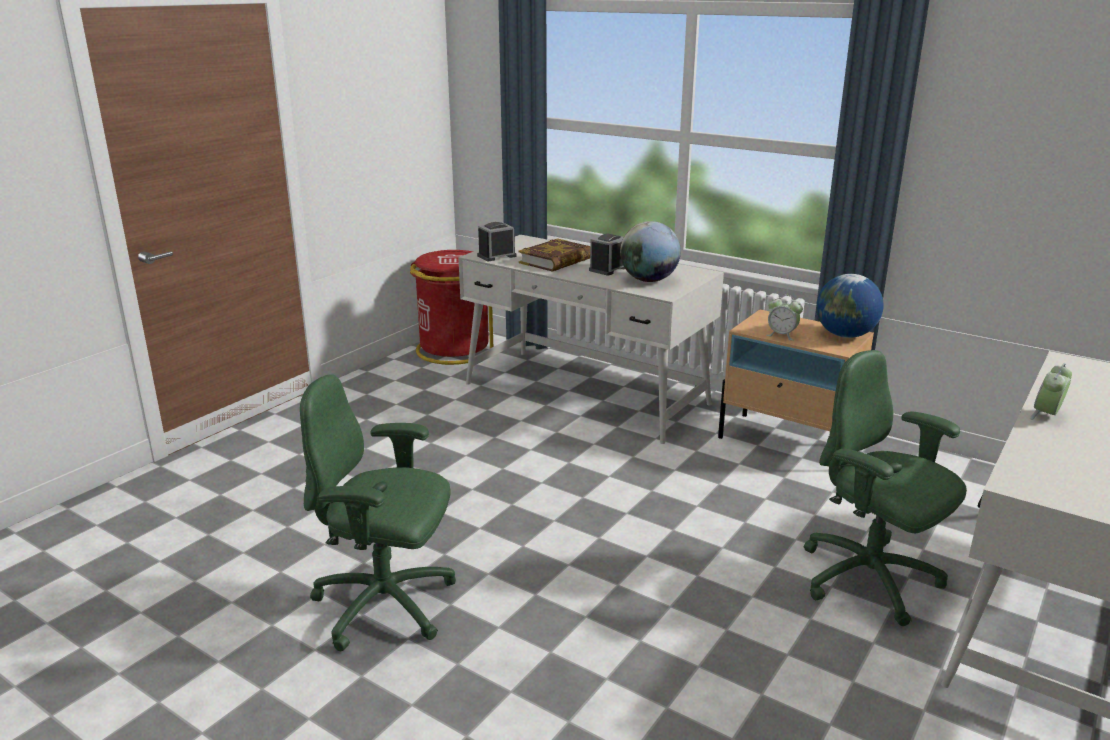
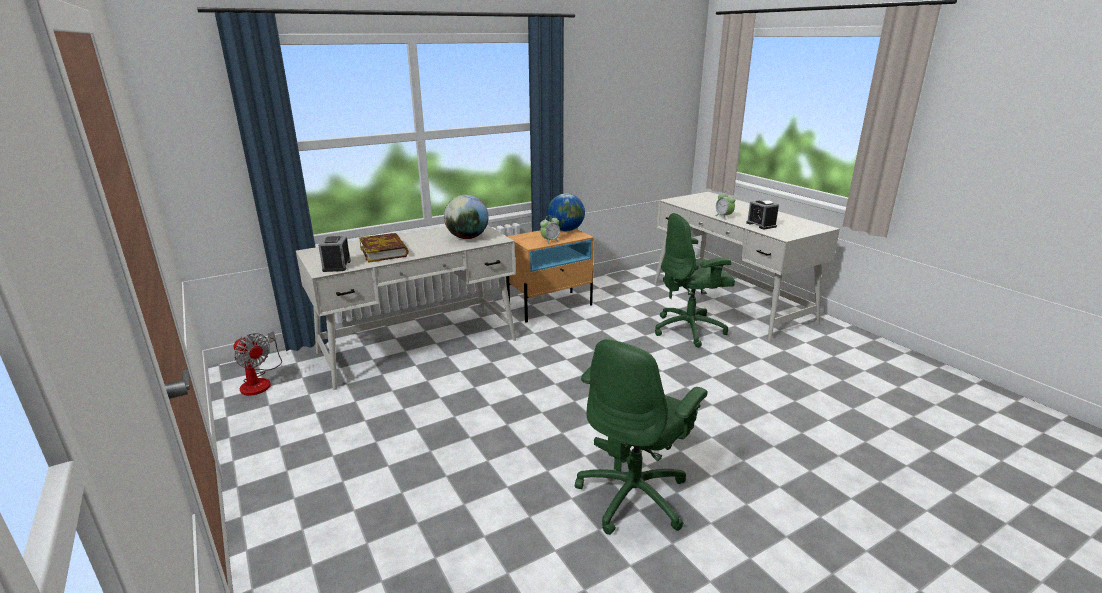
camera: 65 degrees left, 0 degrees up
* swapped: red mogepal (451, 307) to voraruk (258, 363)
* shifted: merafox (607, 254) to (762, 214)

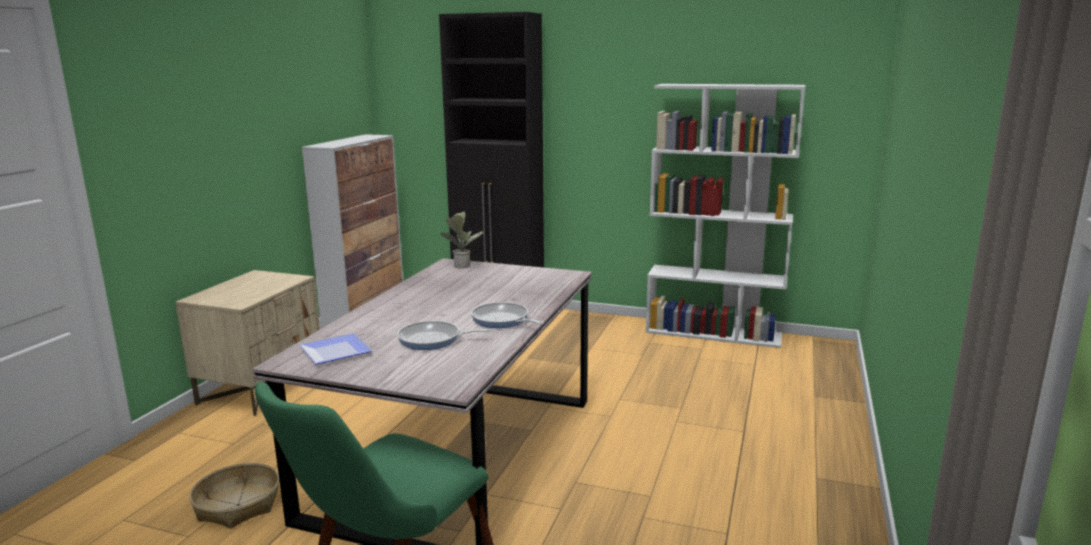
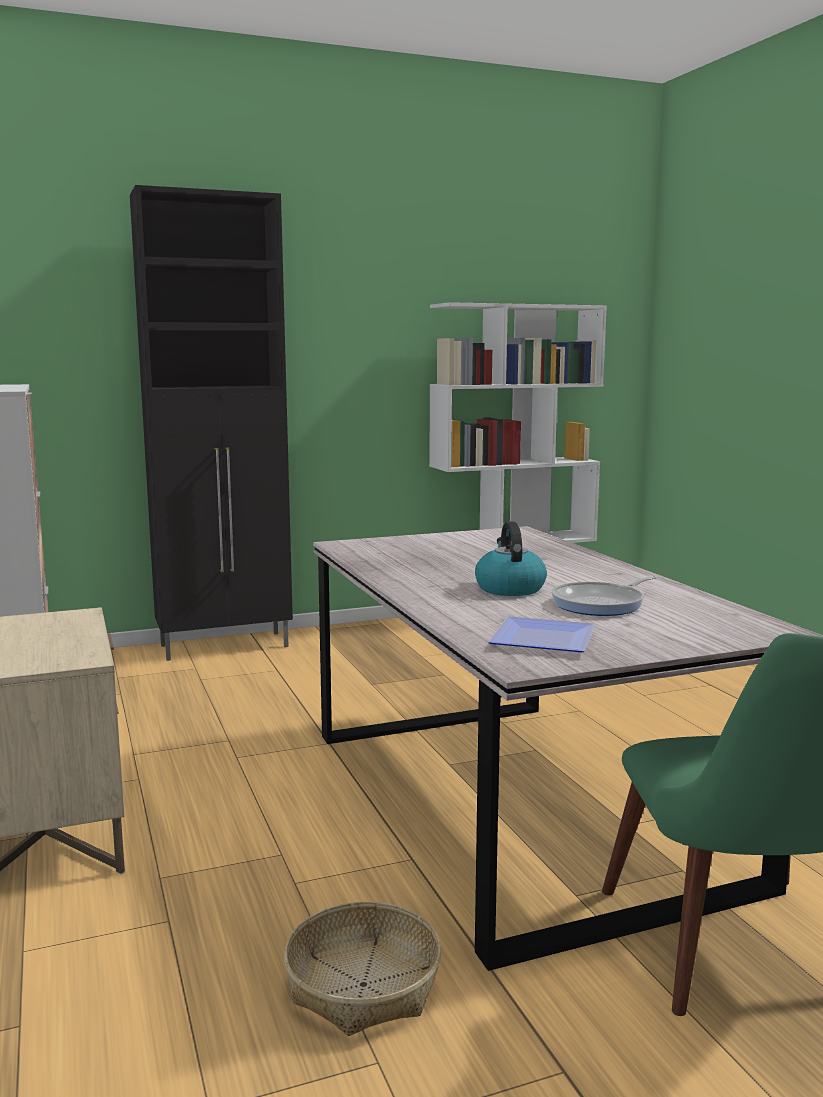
camera: 40 degrees left, 5 degrees down
* gone: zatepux (462, 240)
* gone: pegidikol (507, 315)
* new: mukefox (511, 558)

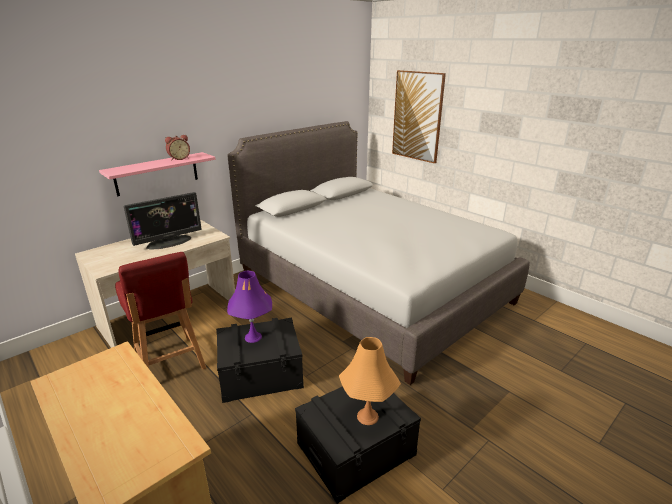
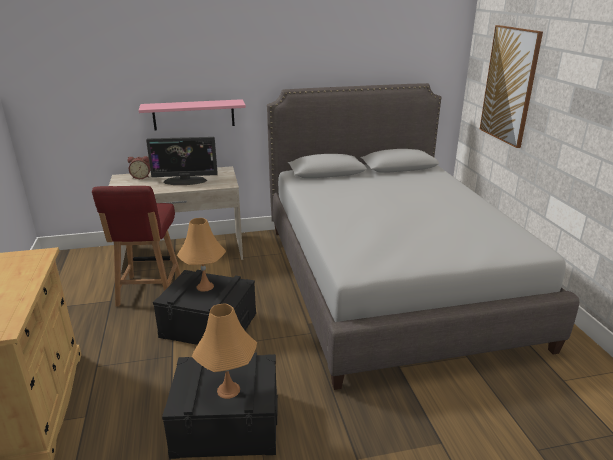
camera: 30 degrees right, 0 degrees up
* shifted: merafox (177, 148) to (139, 167)
* repainted: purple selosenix (249, 307) to orange selosenix (201, 255)

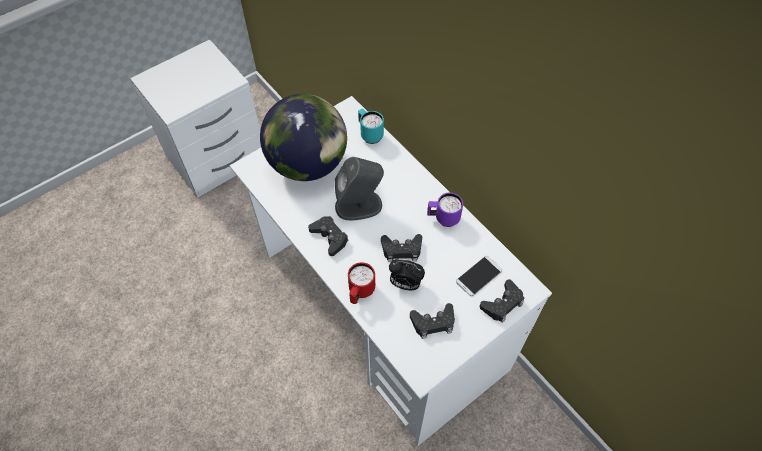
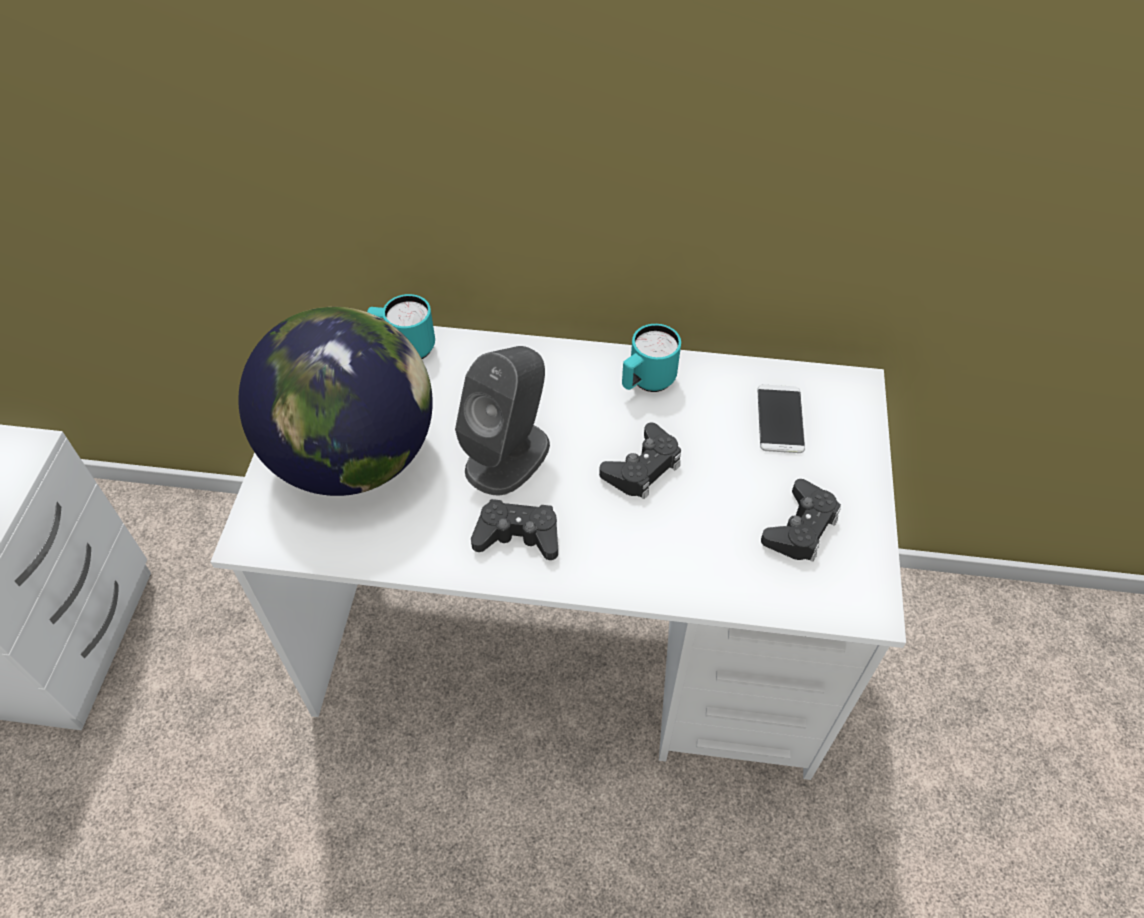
camera: 45 degrees left, 5 degrees down
* gone: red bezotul (361, 283)
* gone: merafox (407, 274)
* repainted: purple bezotul (445, 210) to turquoise bezotul (651, 358)
* gone: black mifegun (502, 301)

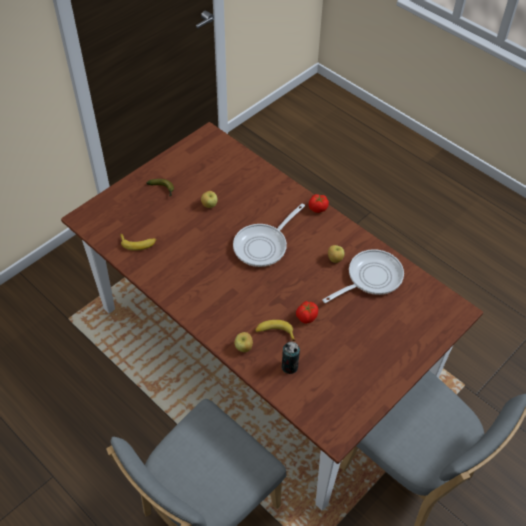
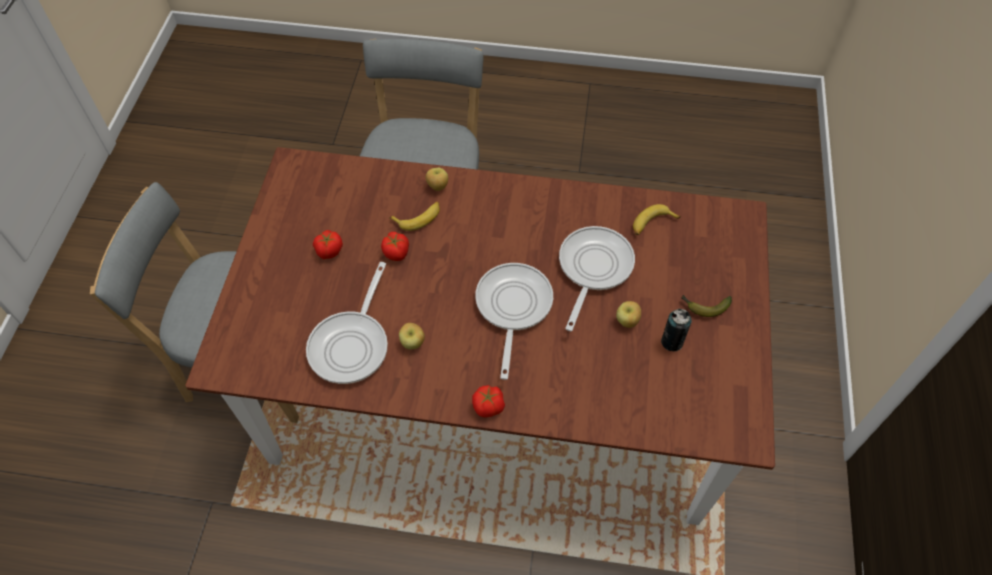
camera: 145 degrees right, 5 degrees up
* shifted: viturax (291, 357) to (676, 330)
* new: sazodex (328, 244)
* new: pegidikol (597, 278)

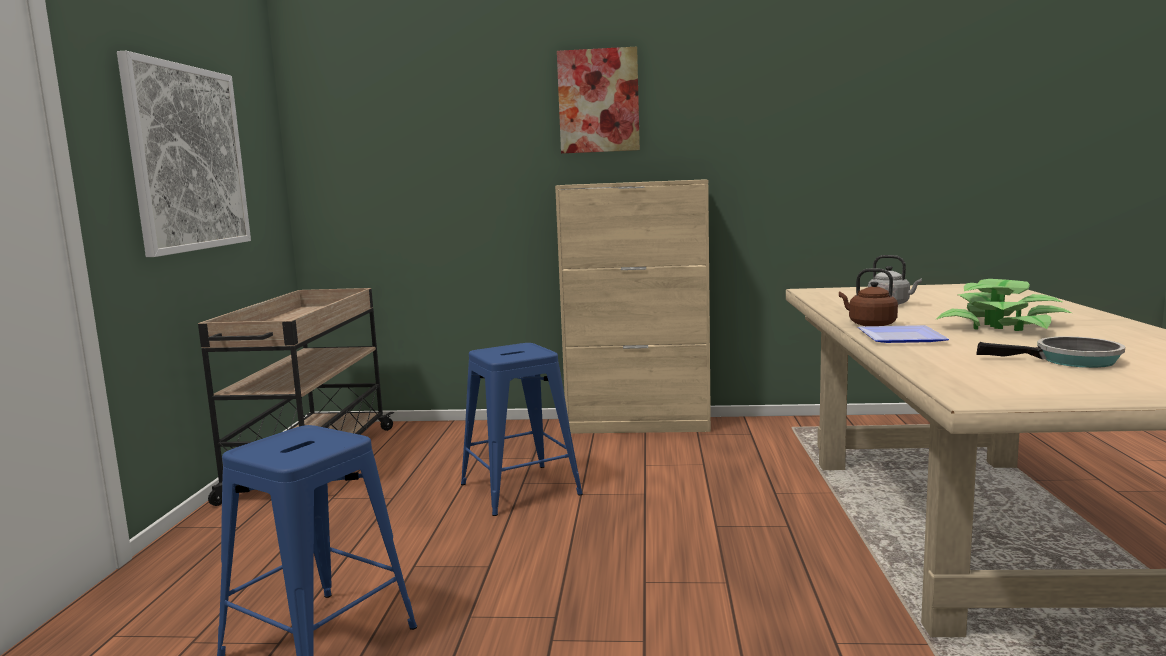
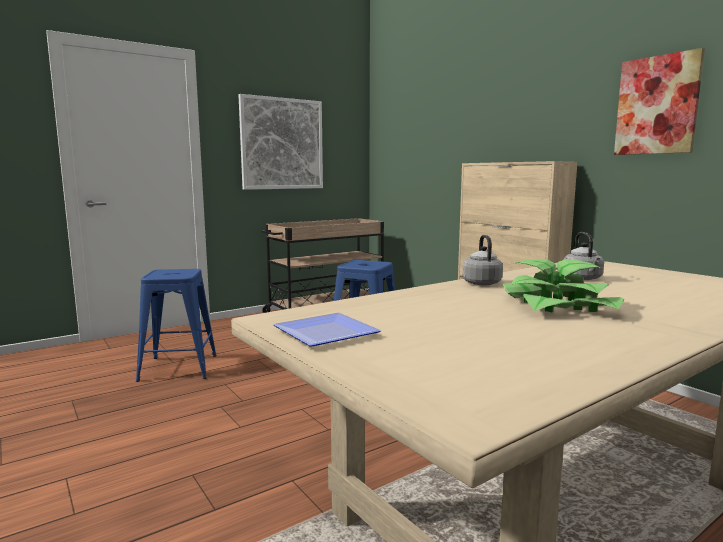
camera: 50 degrees right, 0 degrees up
* shifted: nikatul (598, 100) to (659, 101)
* repainted: brown mukefox (868, 297) to grey mukefox (482, 260)
* shifted: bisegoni (903, 334) to (327, 330)
* gone: pegidikol (1050, 352)

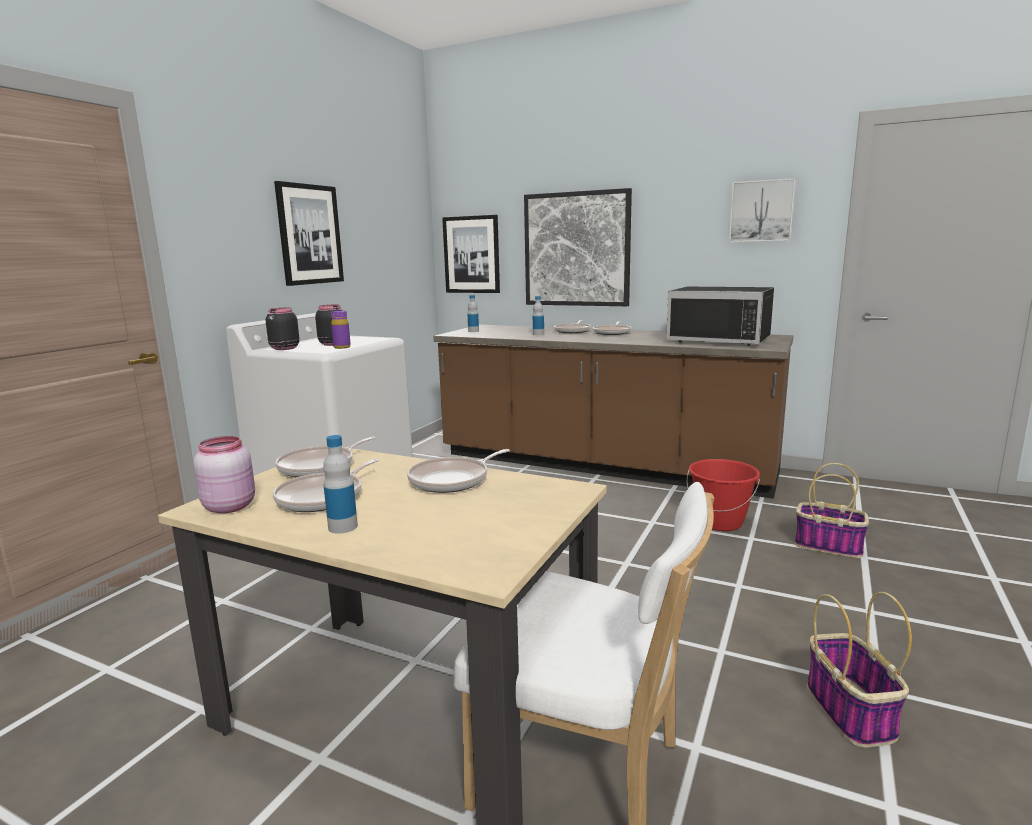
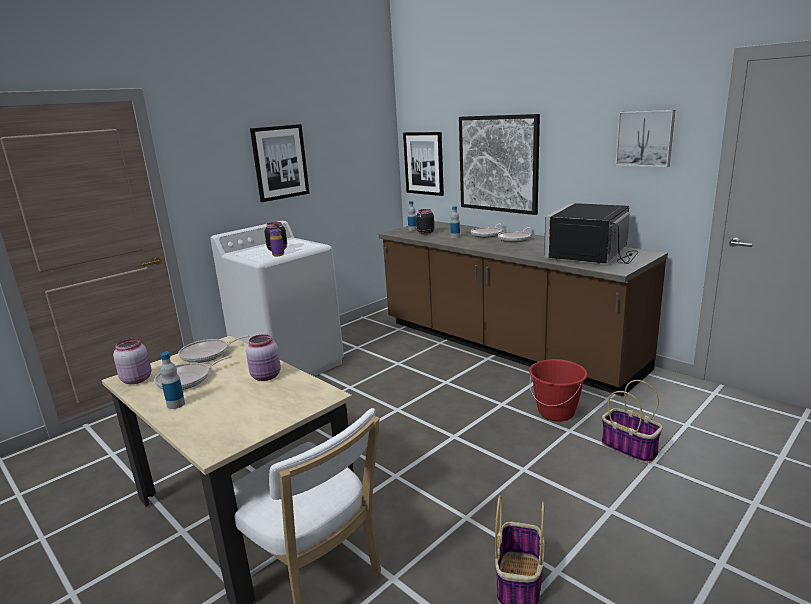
camera: 20 degrees right, 5 degrees up
* shifted: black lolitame (283, 329) to (425, 222)
* swapped: pegidikol (458, 471) to pink lolitame (263, 357)
* rotated: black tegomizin (720, 316) = (591, 233) 75 degrees clockwise

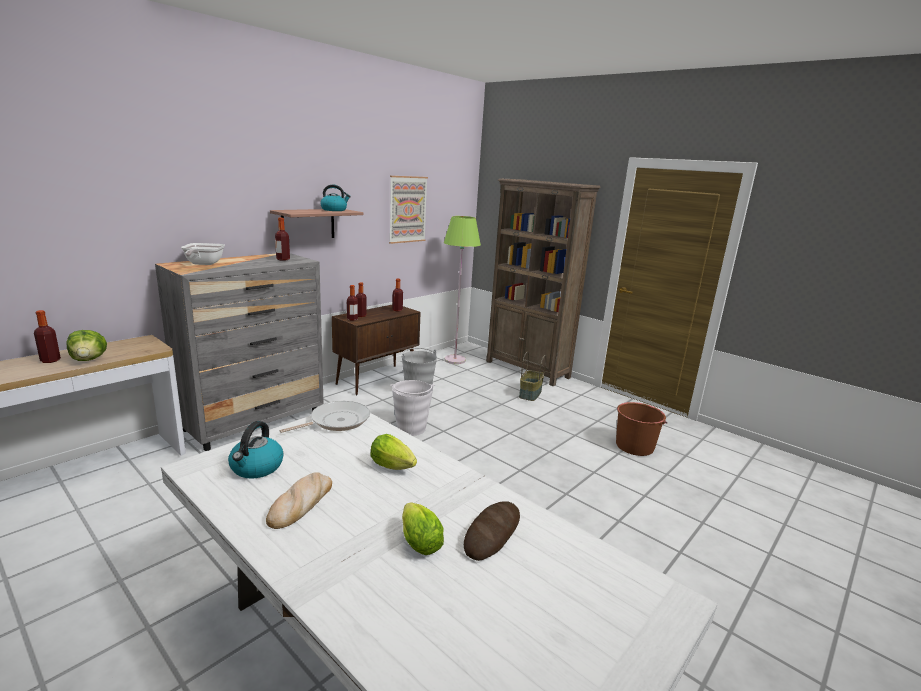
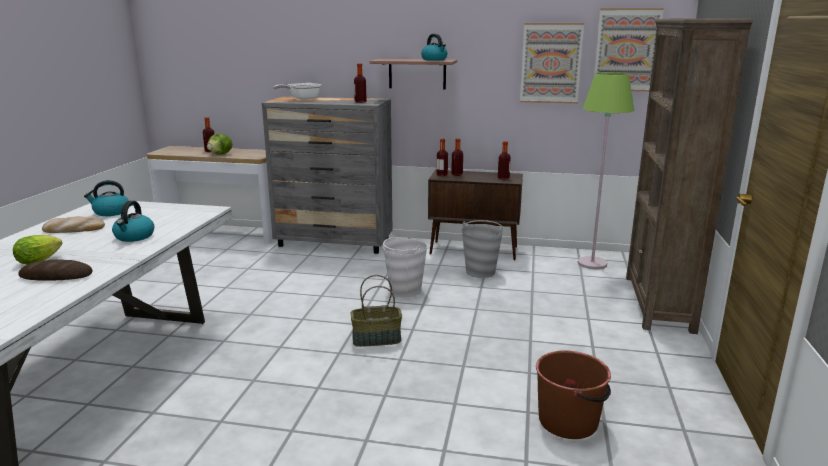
camera: 60 degrees right, 0 degrees up
* gone: pegidikol (325, 417)
* swapped: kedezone (393, 452) to mukefox (133, 221)
* shifted: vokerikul (532, 376) to (376, 311)
* new: nikatul (629, 50)

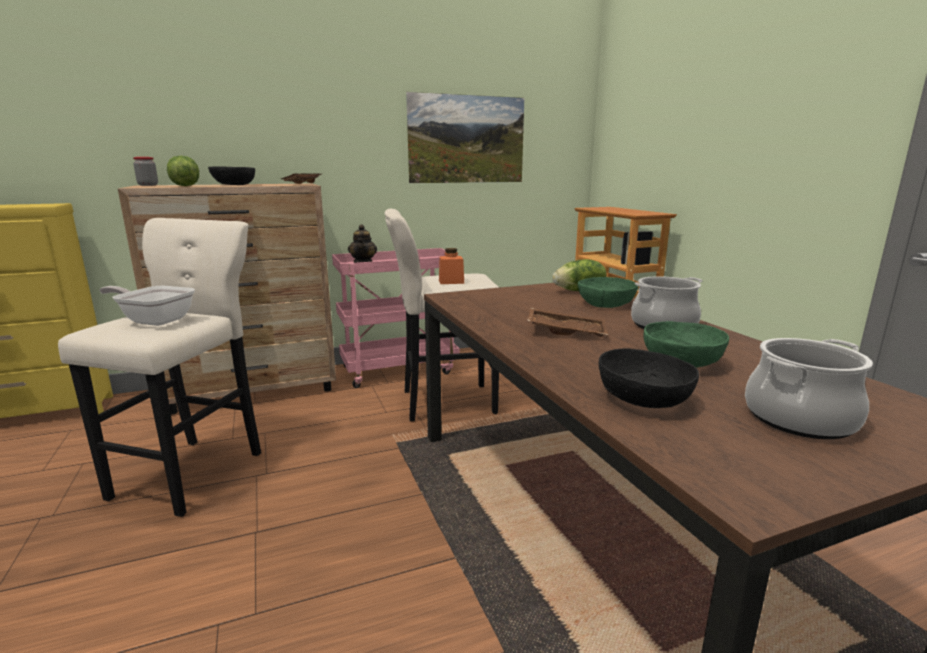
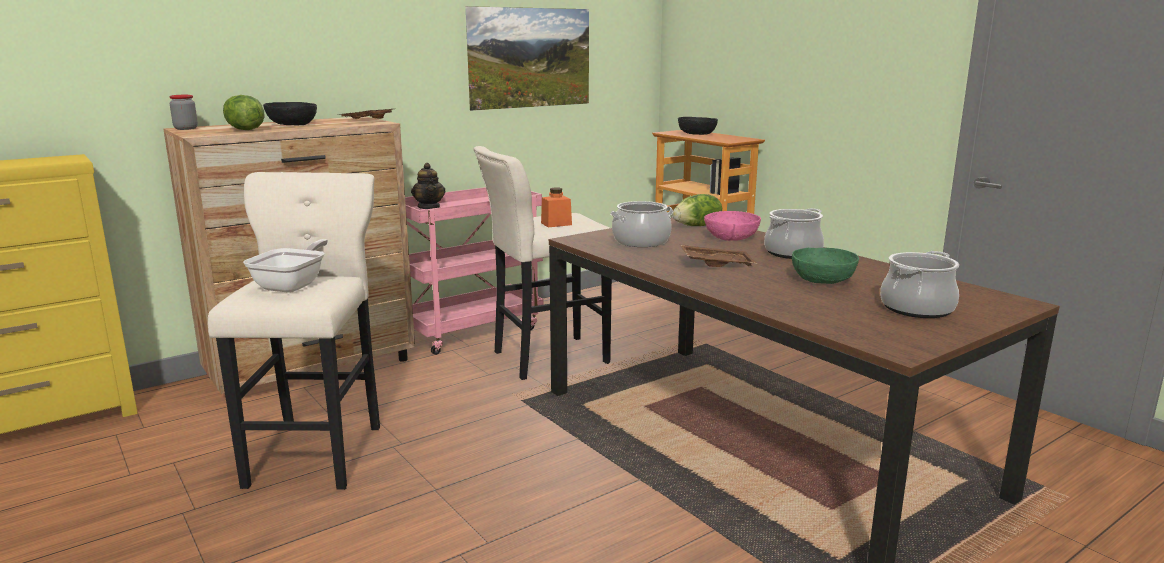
camera: 15 degrees left, 0 degrees up
* rotated: pegidikol (147, 306) = (285, 266) 105 degrees clockwise
* repainted: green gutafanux (608, 292) to pink gutafanux (732, 226)
* shifted: black gutafanux (649, 378) to (698, 126)
* new: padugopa (641, 224)

